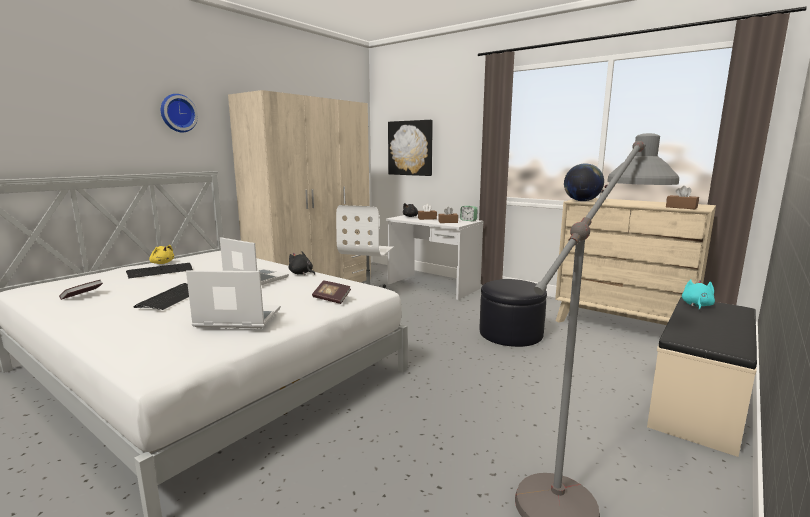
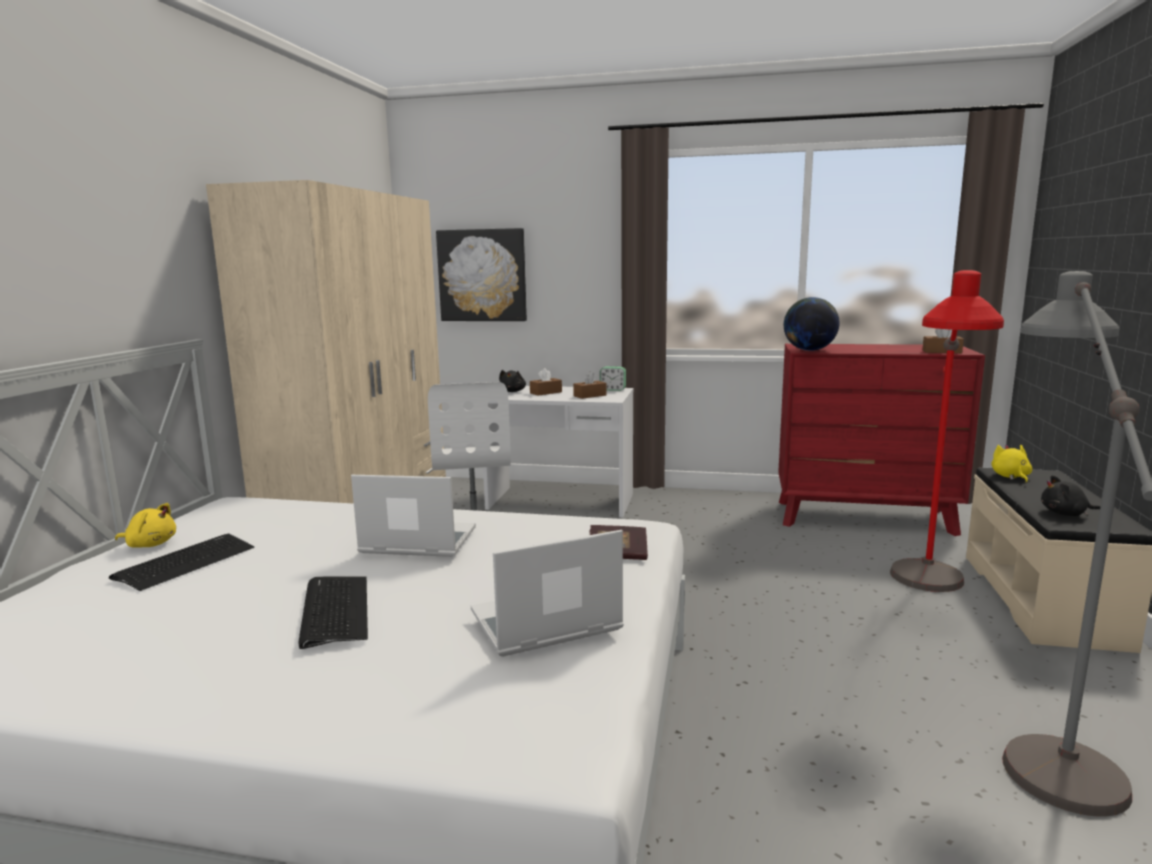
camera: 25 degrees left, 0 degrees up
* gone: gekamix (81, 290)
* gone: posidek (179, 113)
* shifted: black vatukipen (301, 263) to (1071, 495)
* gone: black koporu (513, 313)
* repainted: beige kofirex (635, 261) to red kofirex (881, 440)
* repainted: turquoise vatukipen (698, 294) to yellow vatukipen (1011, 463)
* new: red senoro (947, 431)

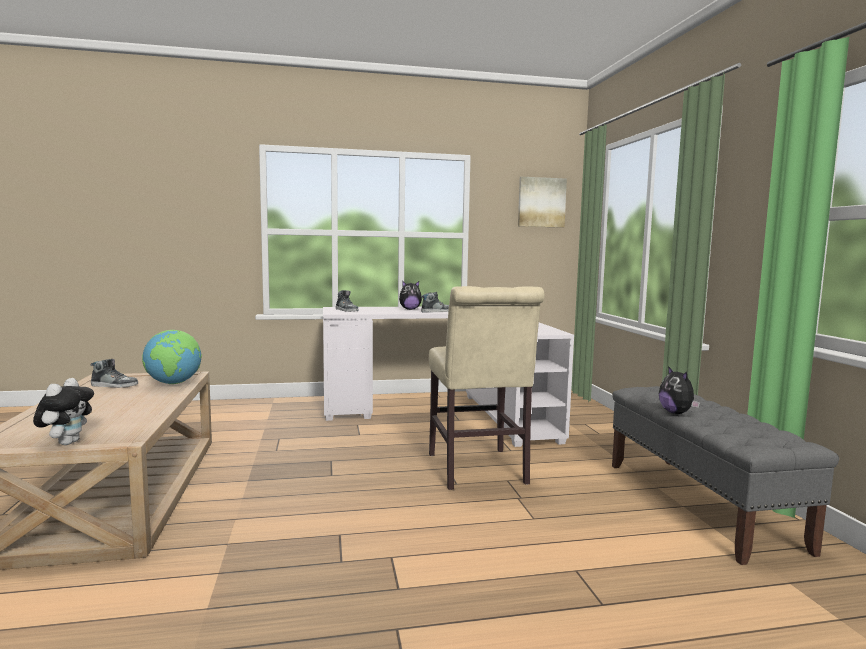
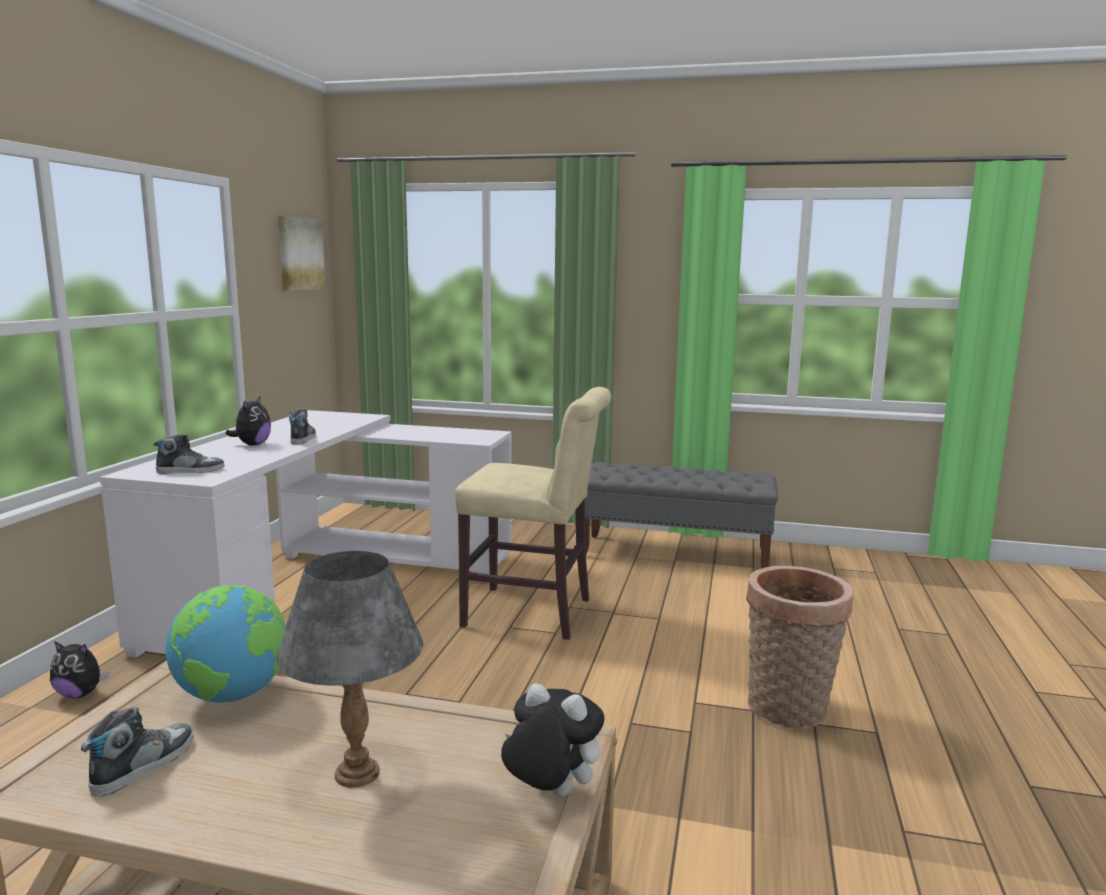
camera: 65 degrees left, 5 degrees up
* shifted: vatukipen (679, 390) to (80, 669)
* new: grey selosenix (349, 669)
* new: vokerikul (799, 647)

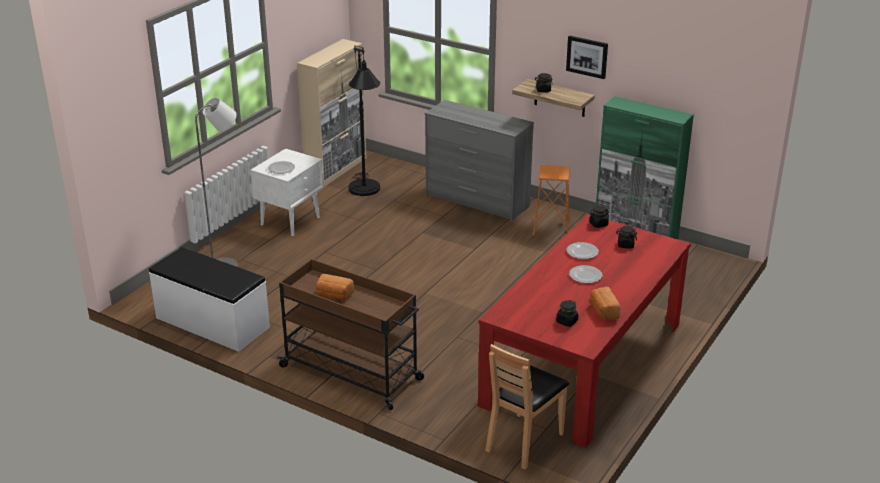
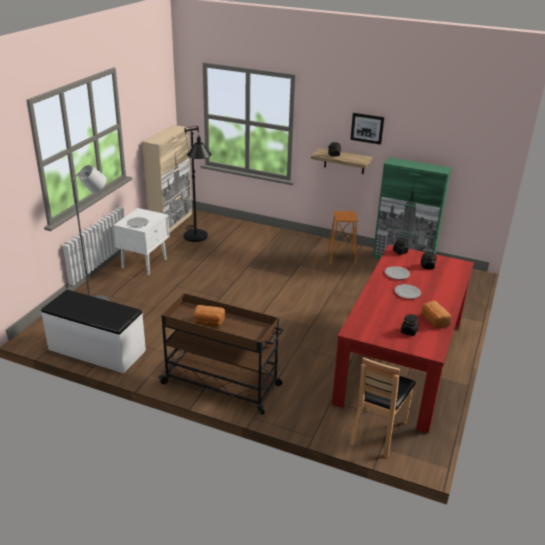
camera: 10 degrees left, 0 degrees up
* gone: grey kofirex (479, 160)

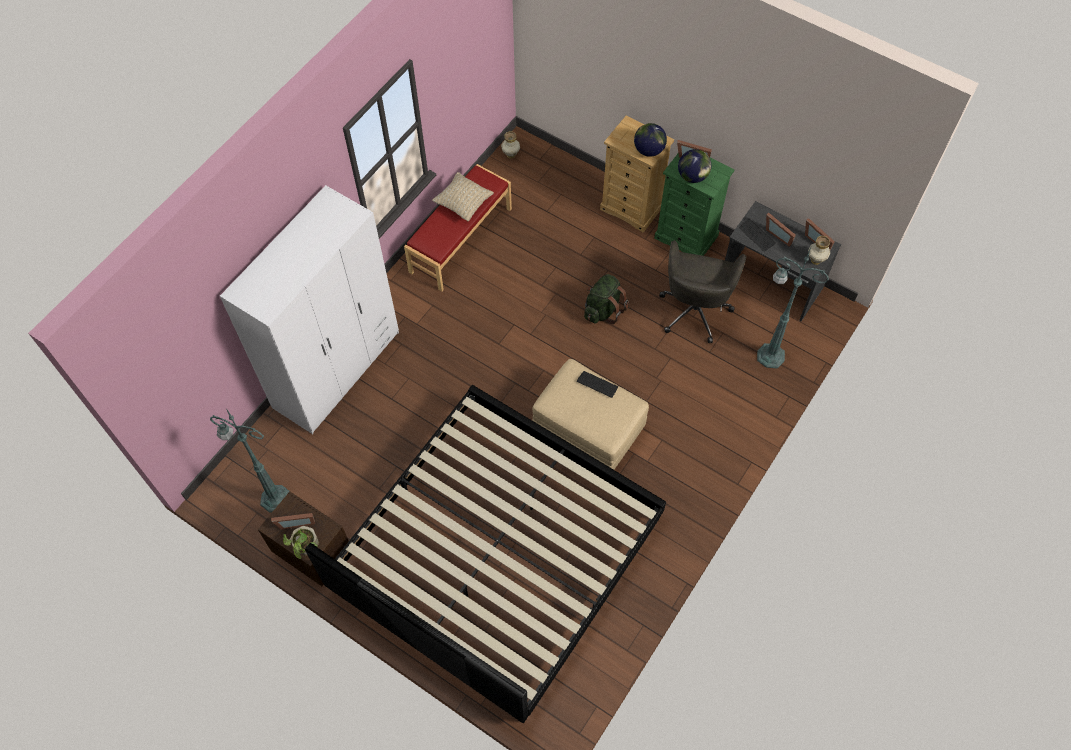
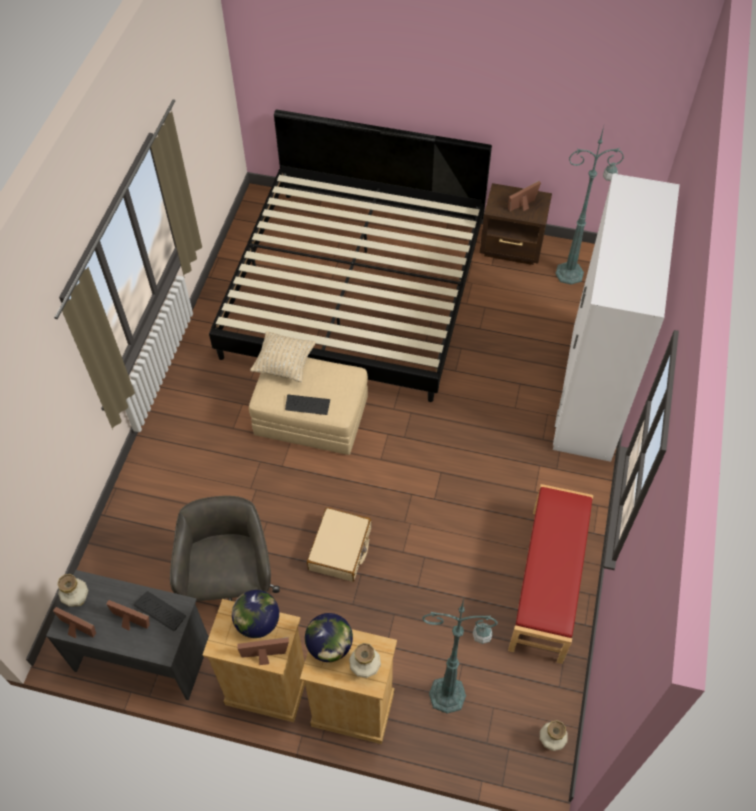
camera: 160 degrees right, 5 degrees down
* gone: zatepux (301, 542)
* shifted: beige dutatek (463, 196) to (283, 356)
* swapped: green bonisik (606, 299) to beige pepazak (339, 544)
* repainted: green kofirex (694, 205) to beige kofirex (254, 660)
* shifted: green senoro (793, 308) to (460, 656)
* new: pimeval (365, 660)

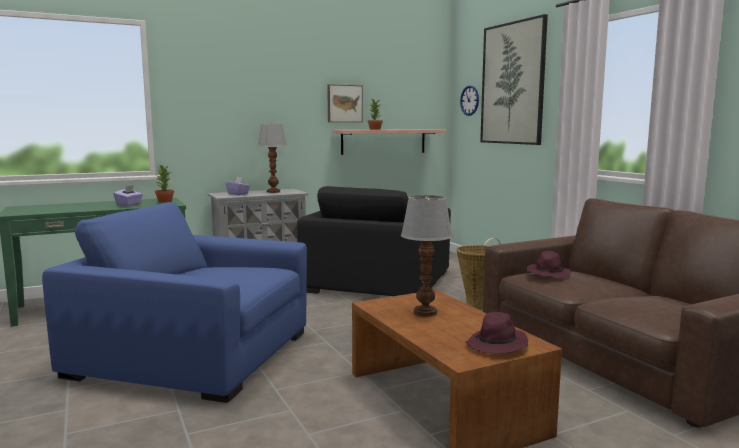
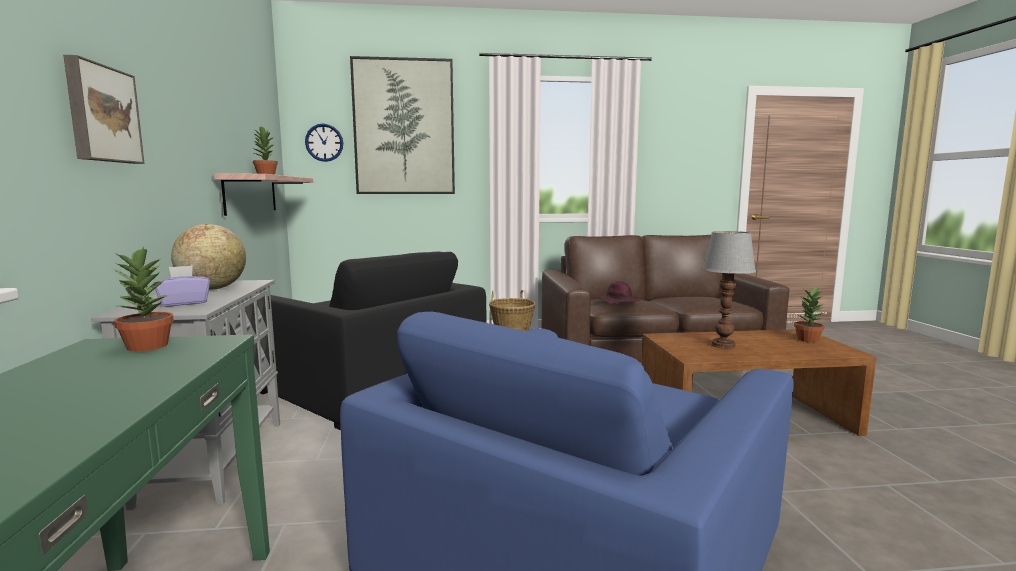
camera: 70 degrees left, 0 degrees up
* gone: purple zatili (128, 195)
* swapped: selosenix (272, 158) to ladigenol (208, 257)
* shifted: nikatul (345, 103) to (103, 109)
* swapped: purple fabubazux (496, 333) to zatepux (809, 314)

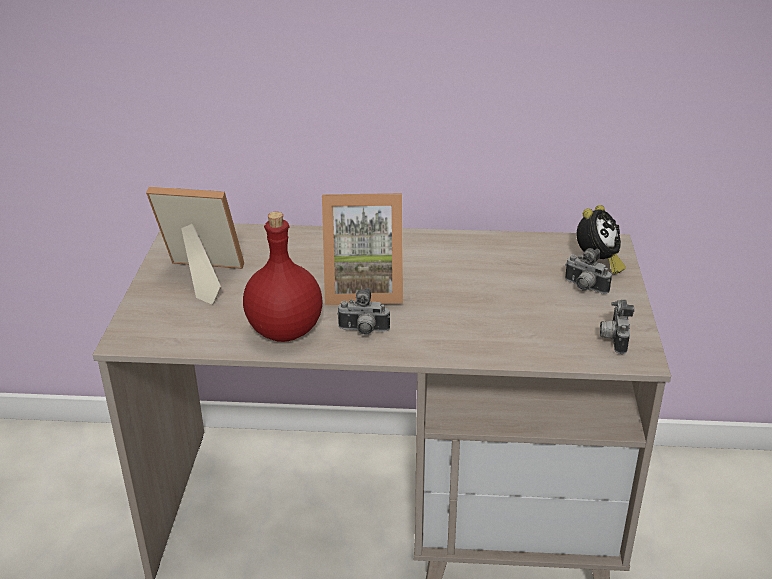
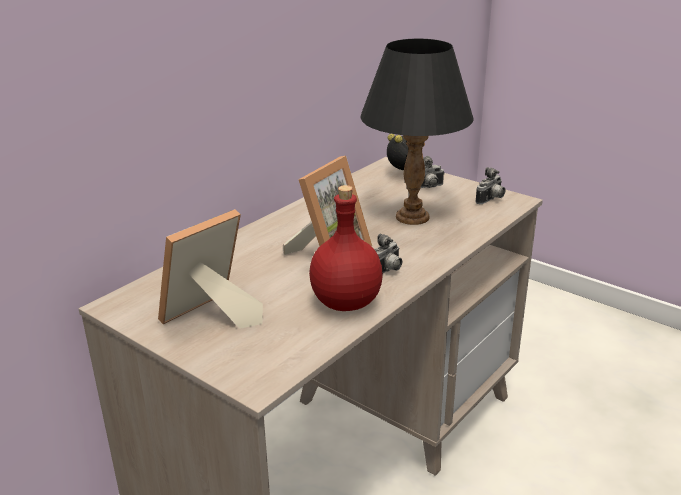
camera: 55 degrees left, 5 degrees down
* rotated: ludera (617, 327) = (490, 185) 90 degrees counterclockwise
* new: black selosenix (417, 132)

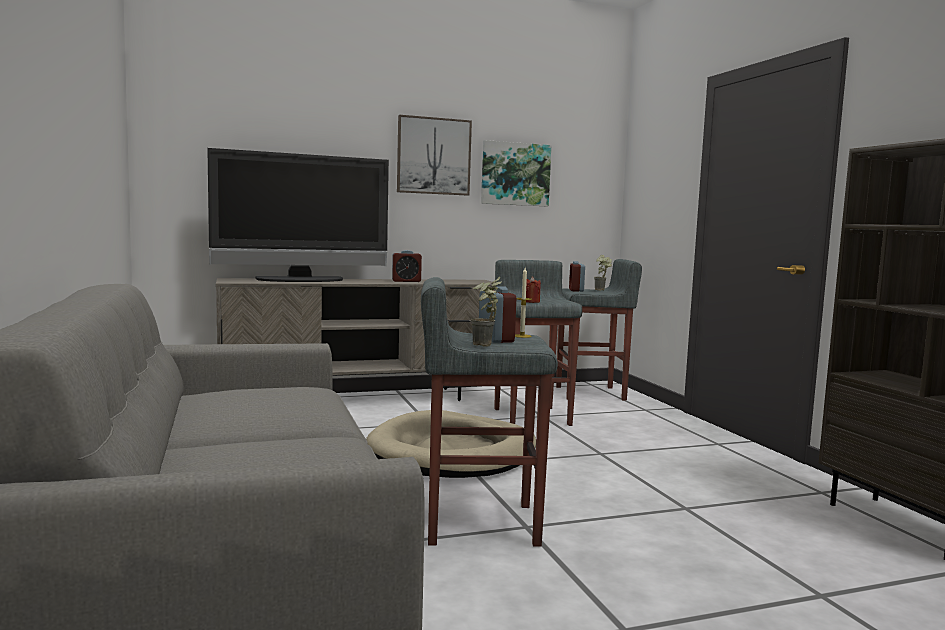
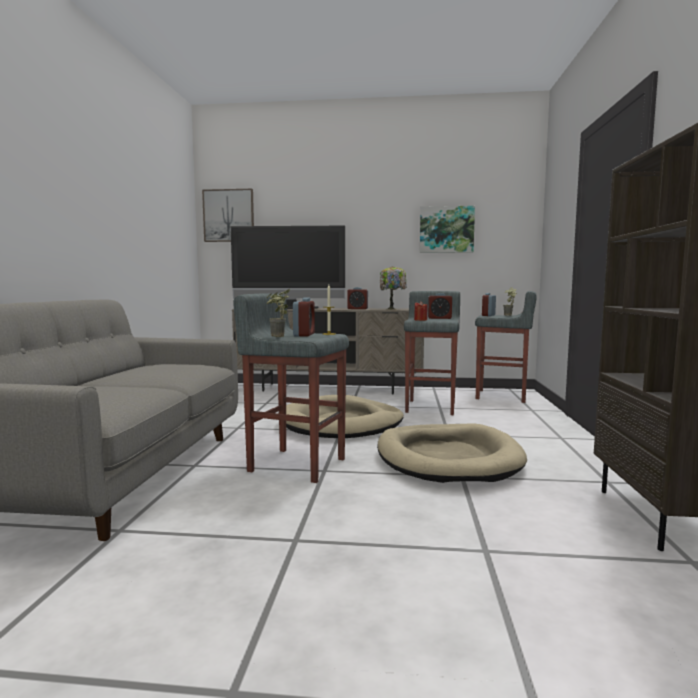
camera: 25 degrees right, 0 degrees up
* shifted: nikatul (434, 155) to (228, 215)
* new: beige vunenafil (452, 453)
* new: selosenix (393, 288)
* new: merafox (440, 306)

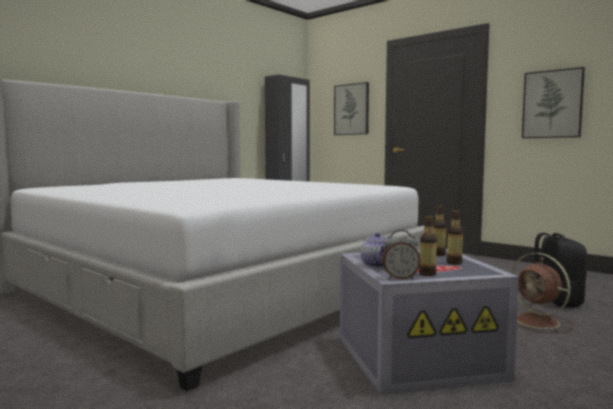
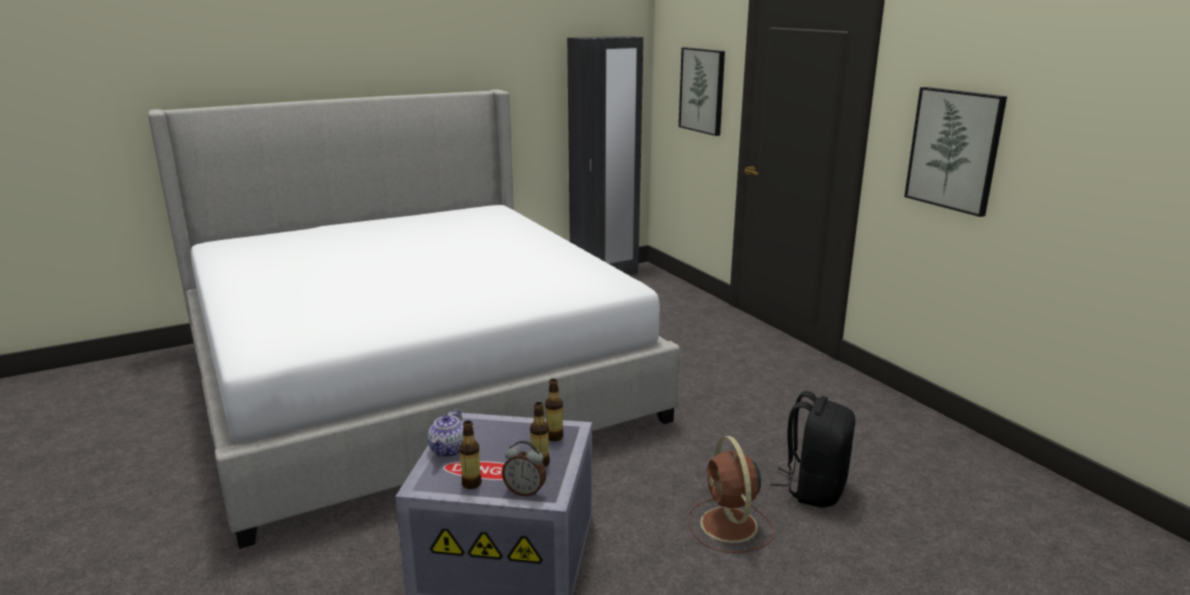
camera: 20 degrees right, 15 degrees up
* shifted: merafox (401, 254) to (524, 468)

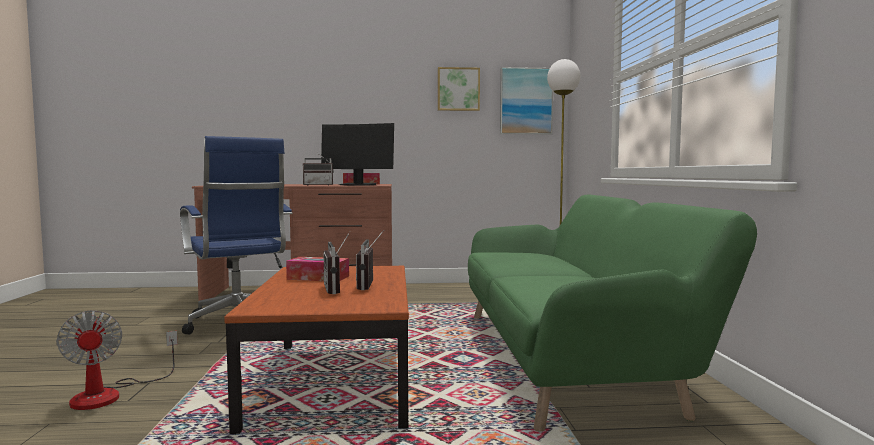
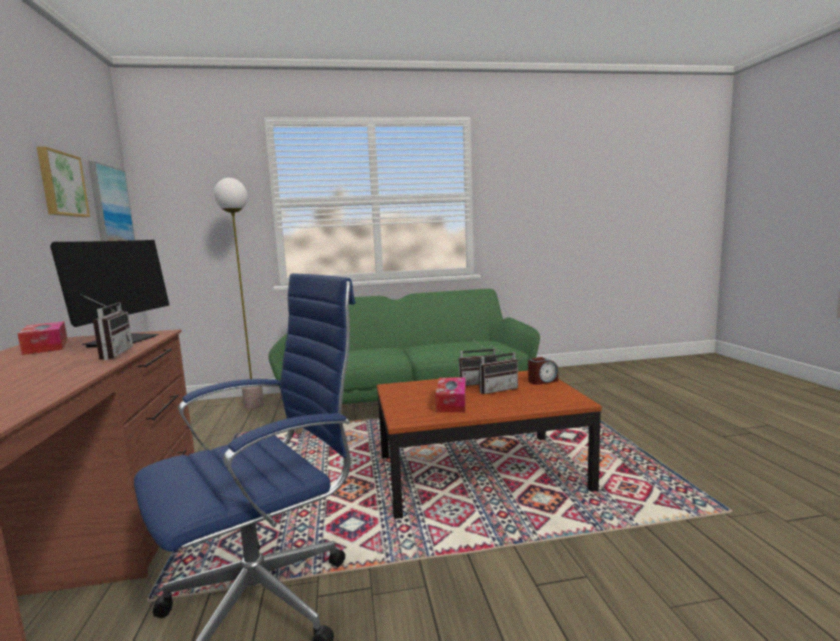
camera: 95 degrees left, 5 degrees up
* gone: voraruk (117, 360)
* new: merafox (543, 371)

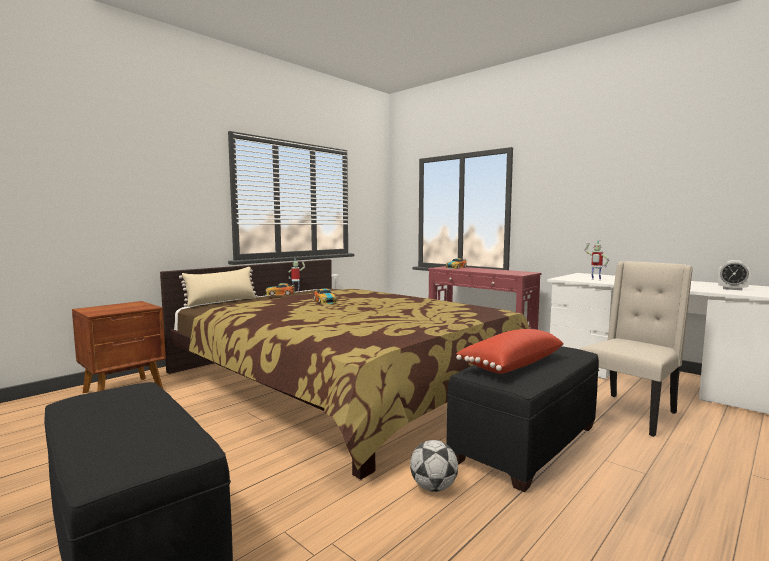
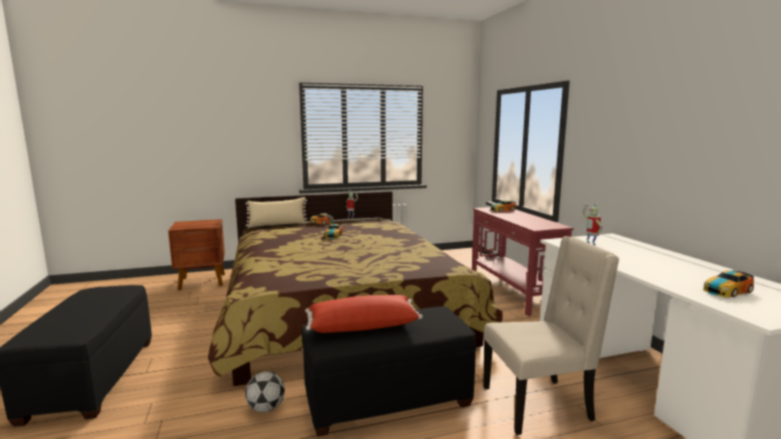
camera: 30 degrees right, 5 degrees up
* swapped: merafox (734, 275) to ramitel (728, 284)

